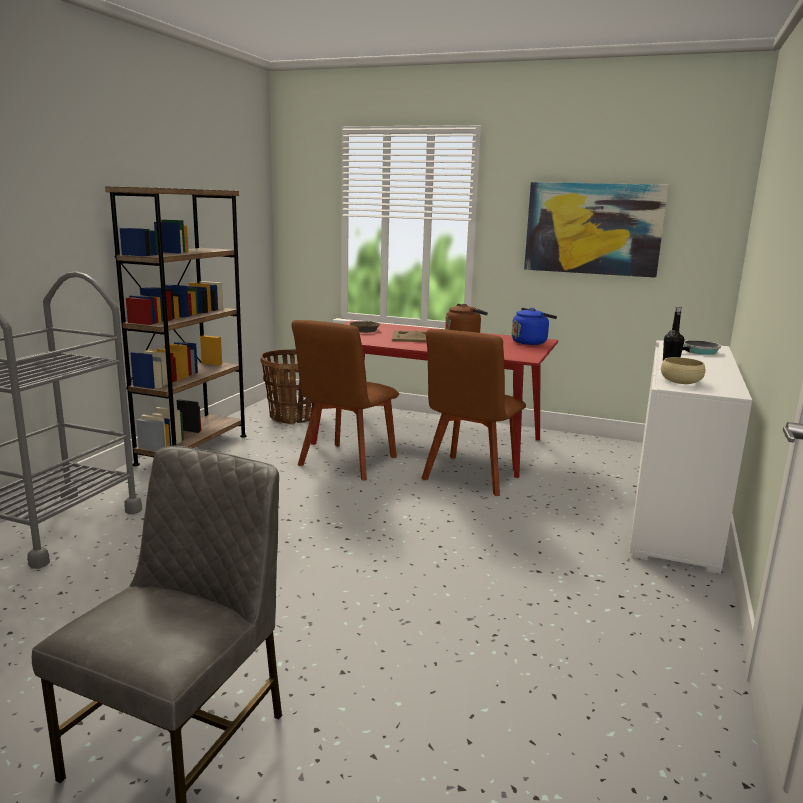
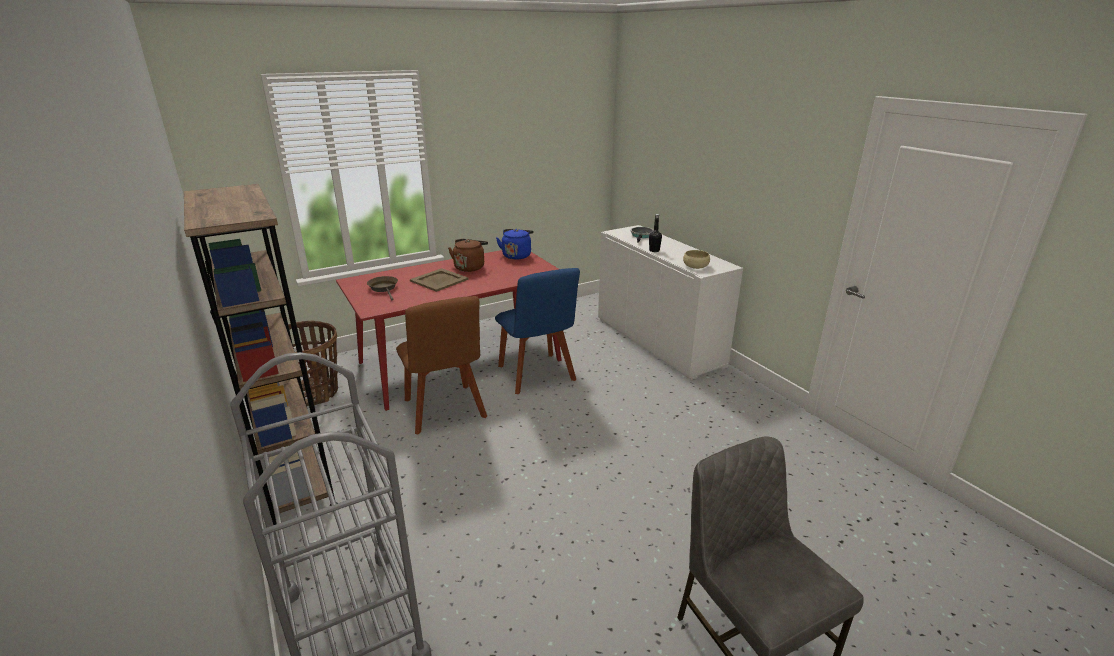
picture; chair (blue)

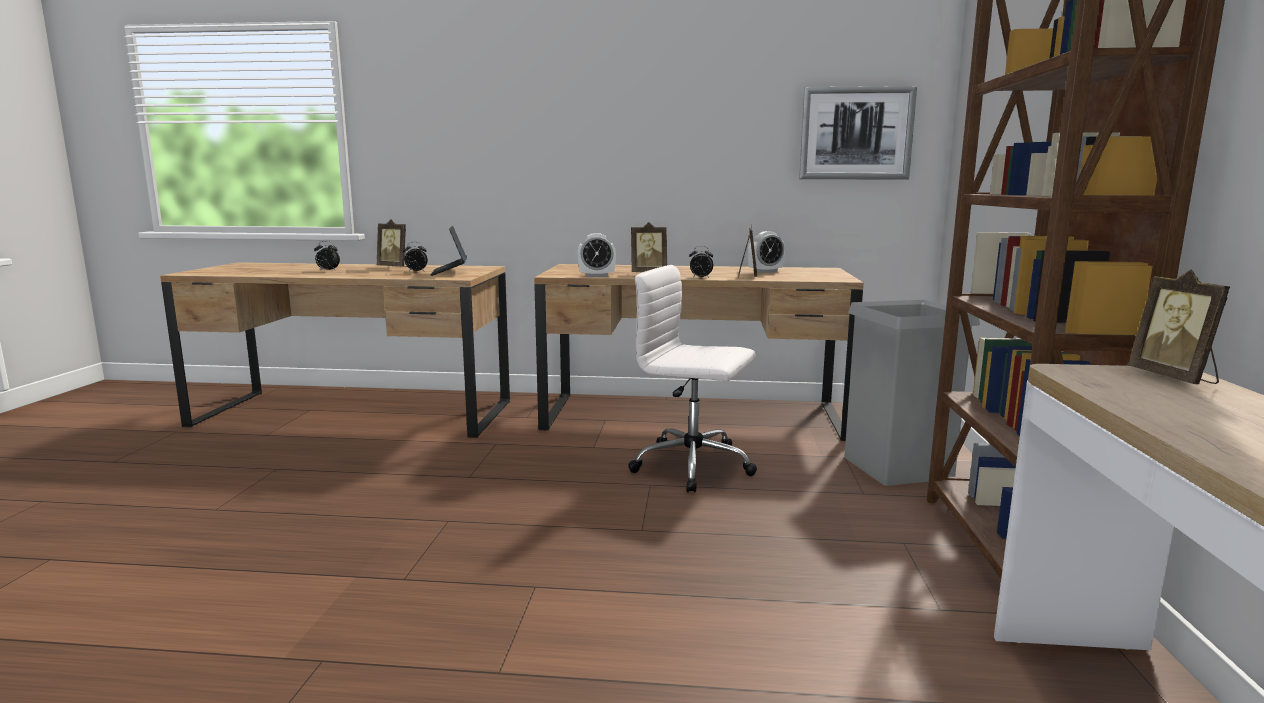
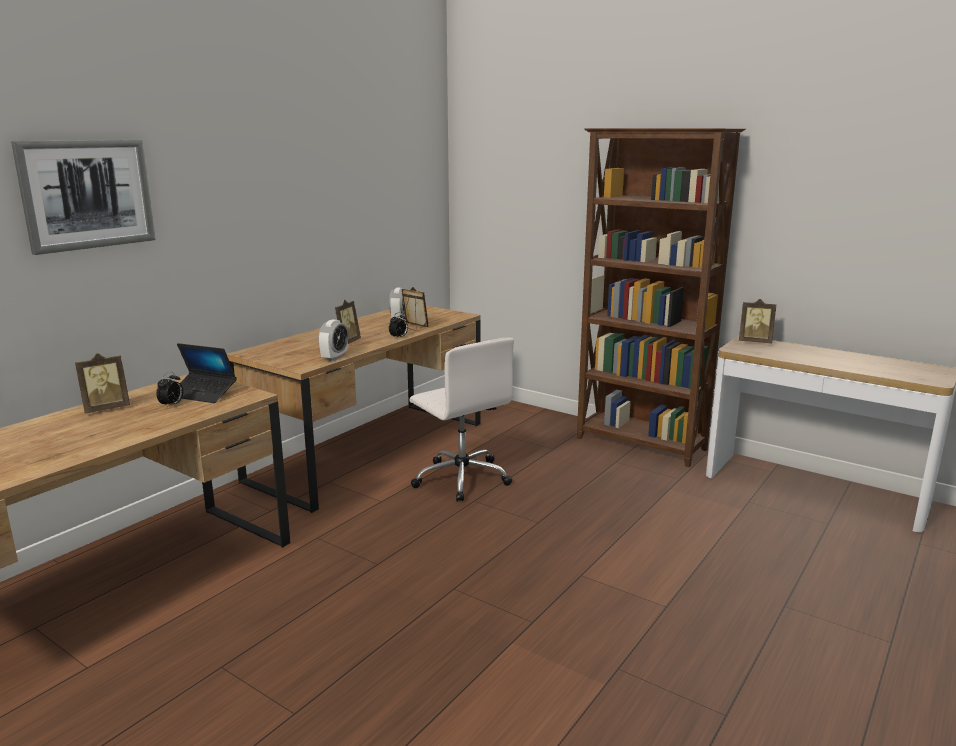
picture; alarm clock (1st from left in the first image); office chair (white); trash can (grey)

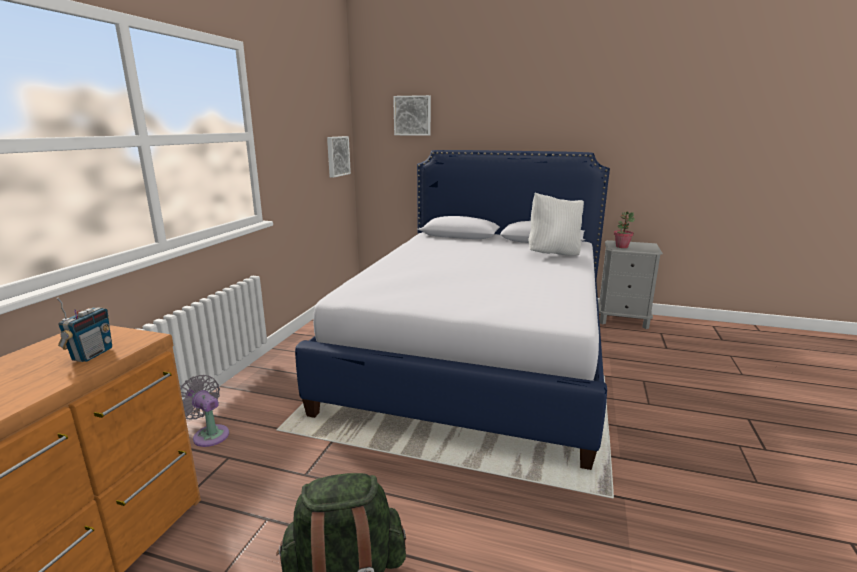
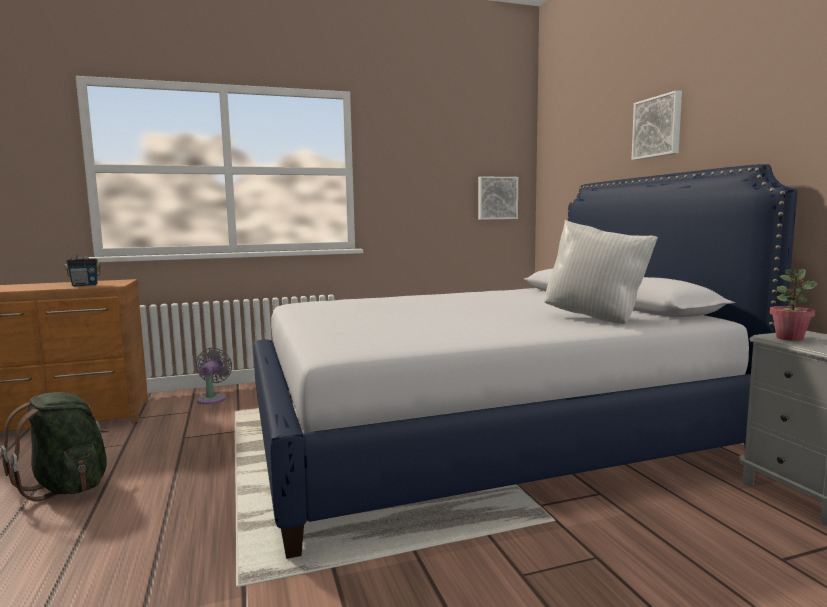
picture (2nd from left)

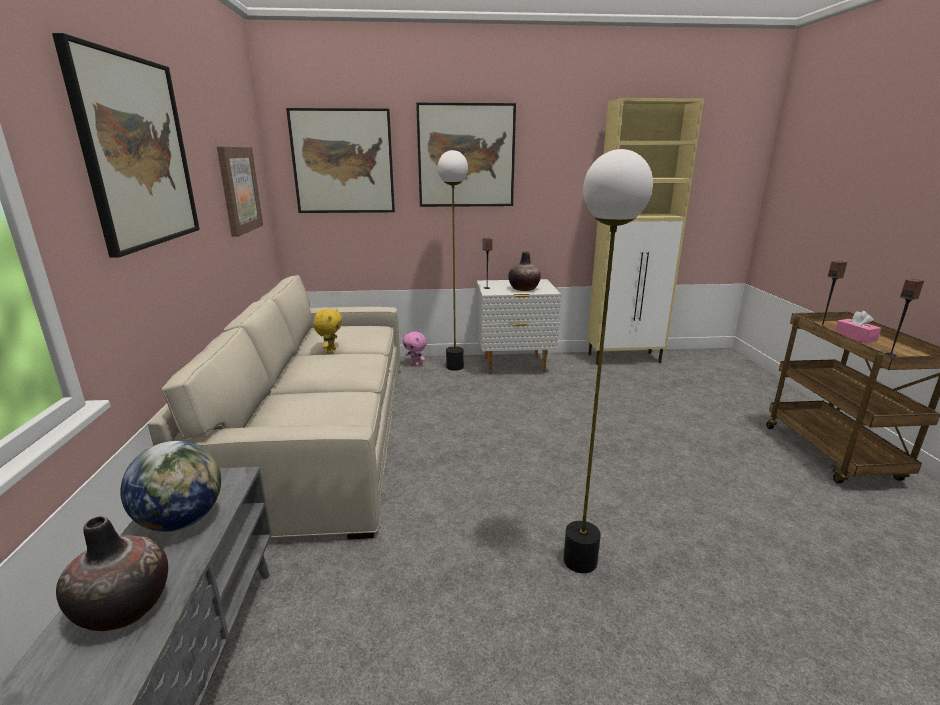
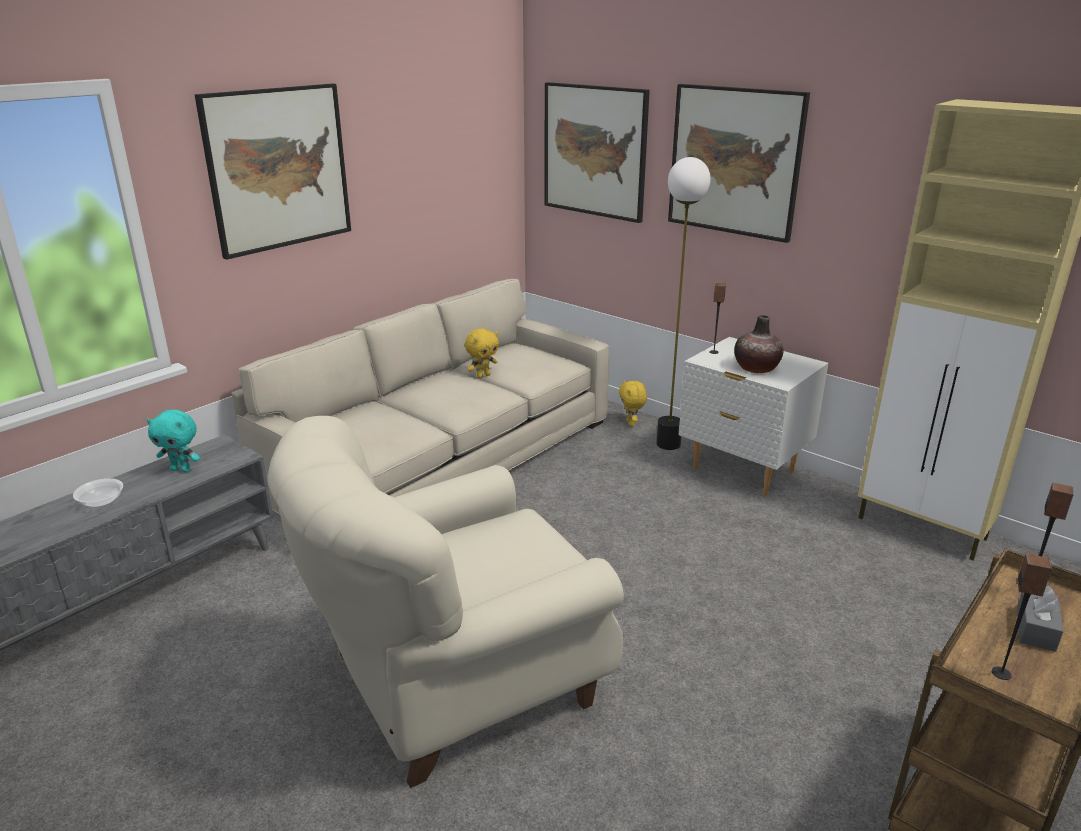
picture (2nd from left in the first image); armchair (beige); tissue box (grey); plush toy (yellow) (2nd from left); plush toy (turquoise); bowl

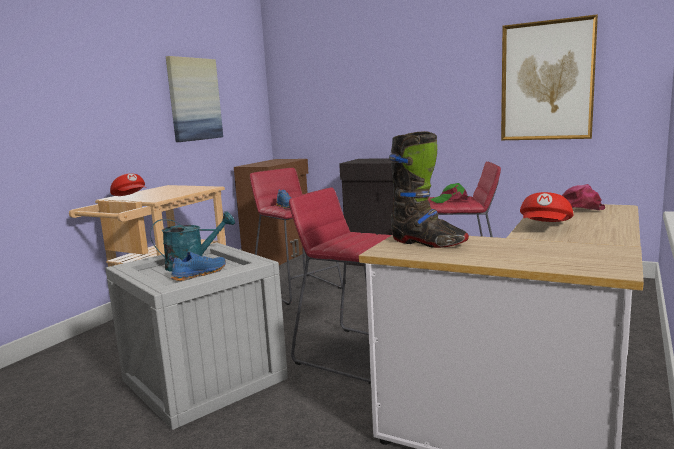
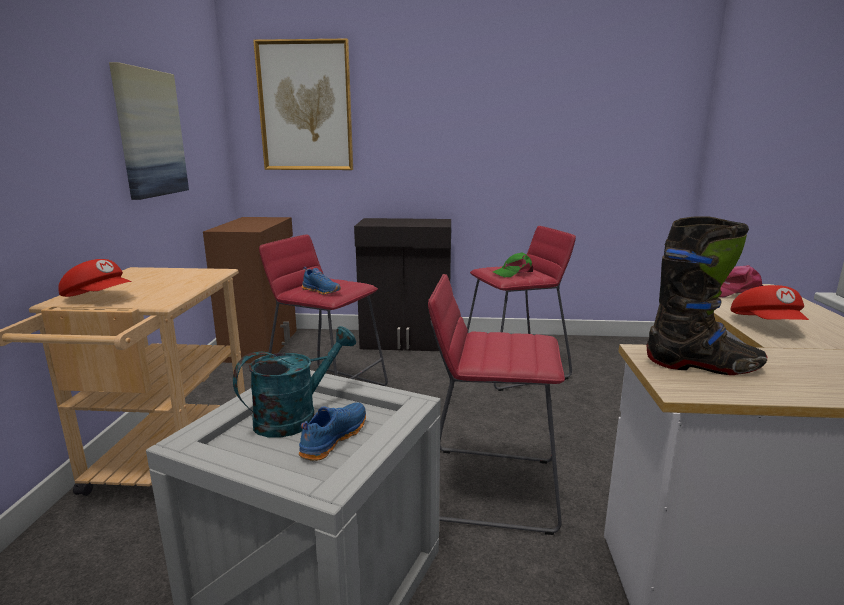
picture (2nd from left)

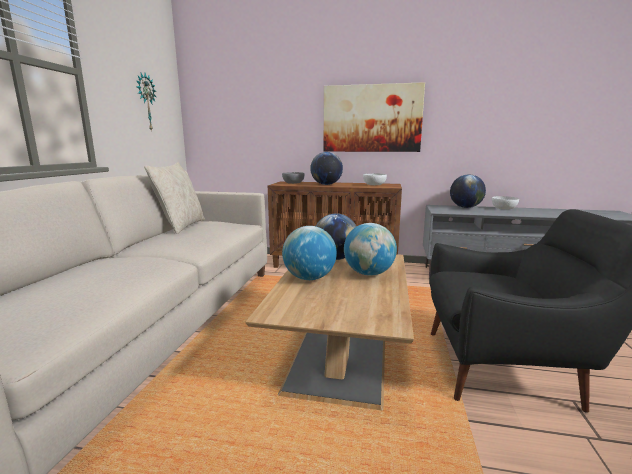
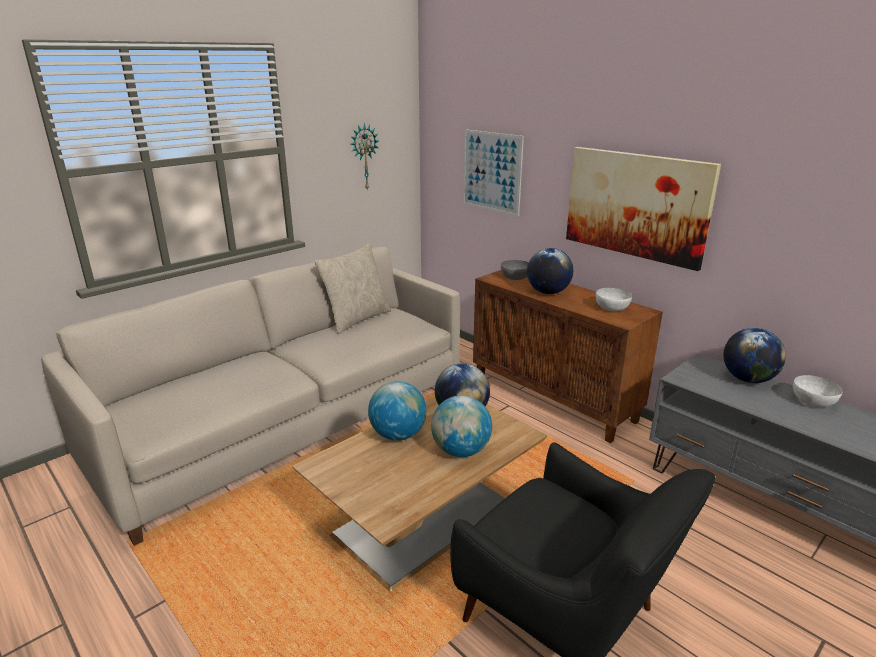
picture (1st from left)

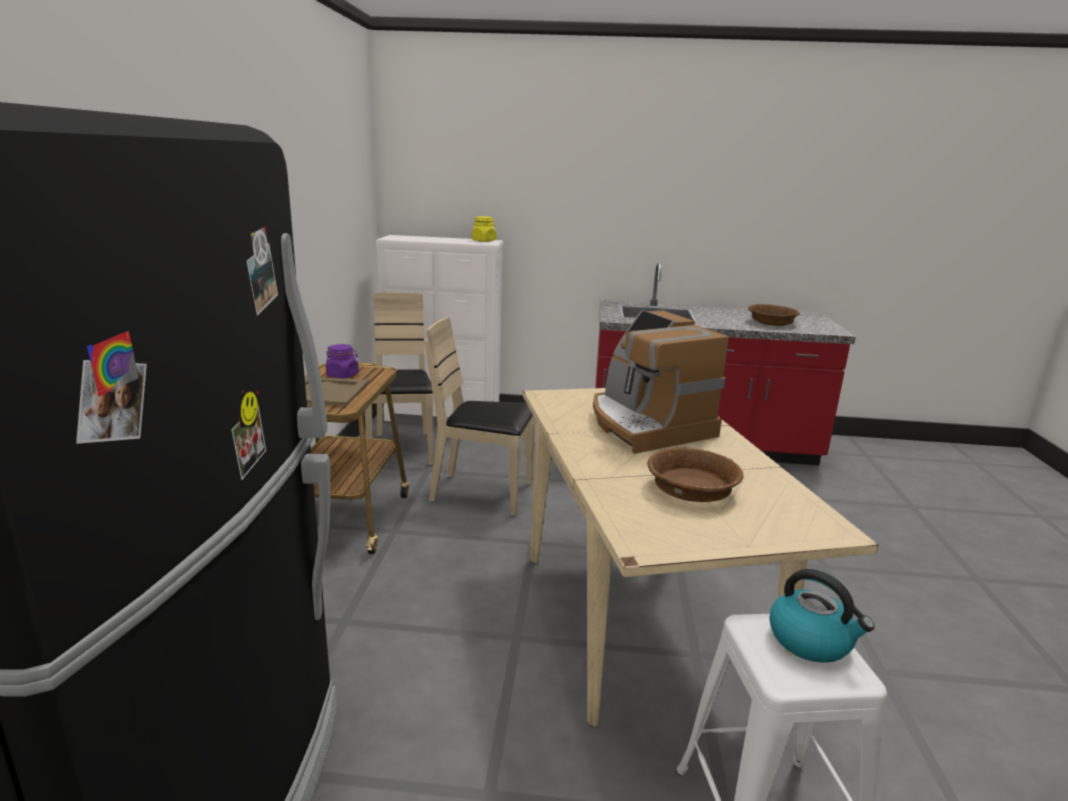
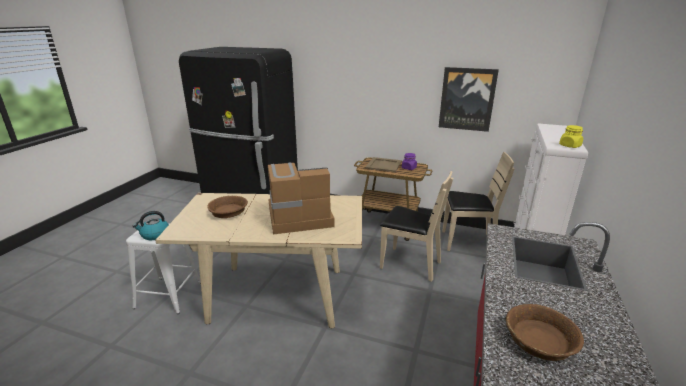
chair (beige) (1st from left); picture

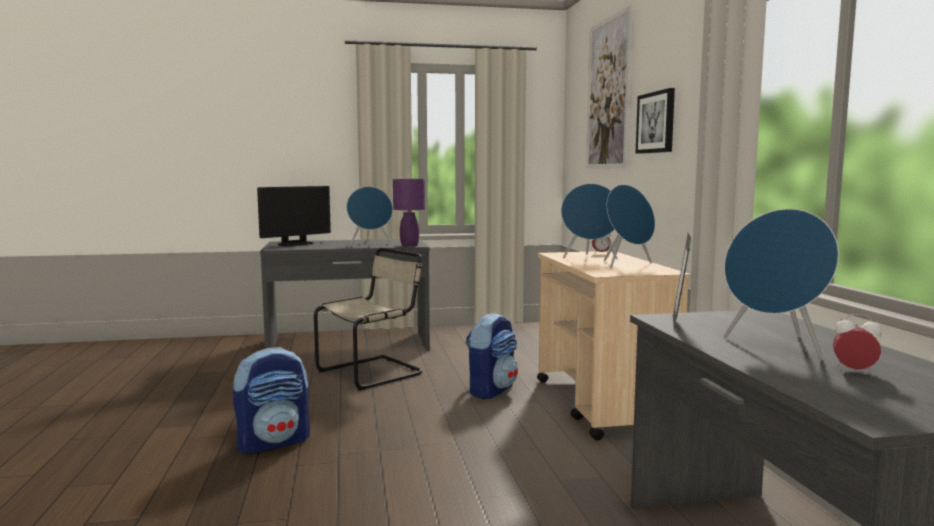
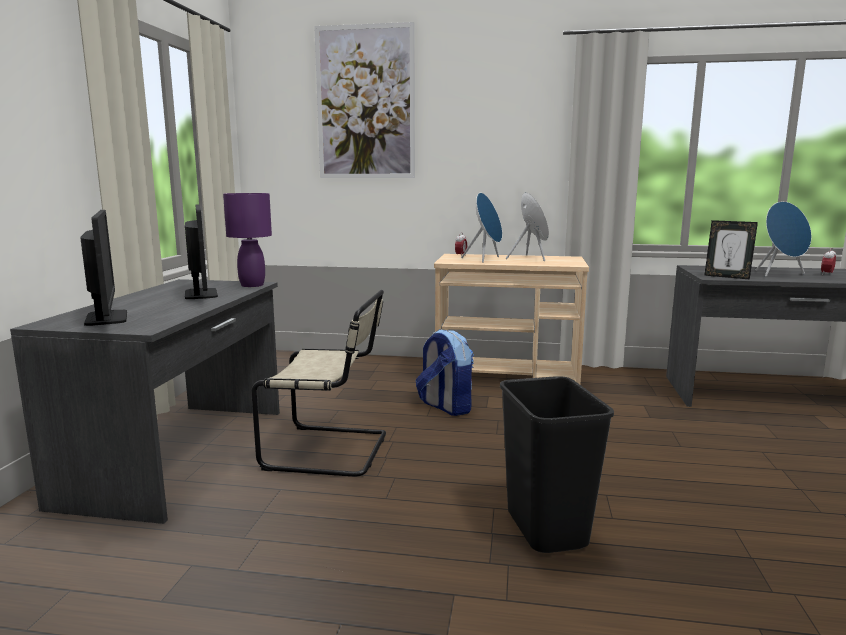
picture (2nd from left in the first image); monitor (2nd from left); chair (beige); trash can (black)

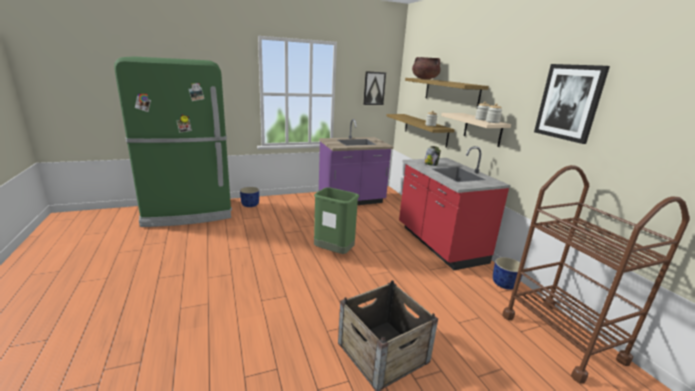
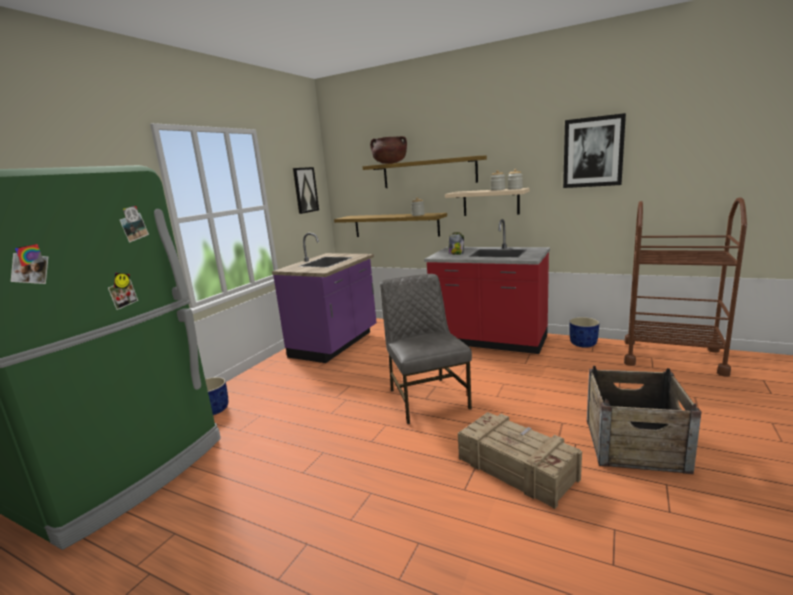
chair (grey); crate (1st from left)

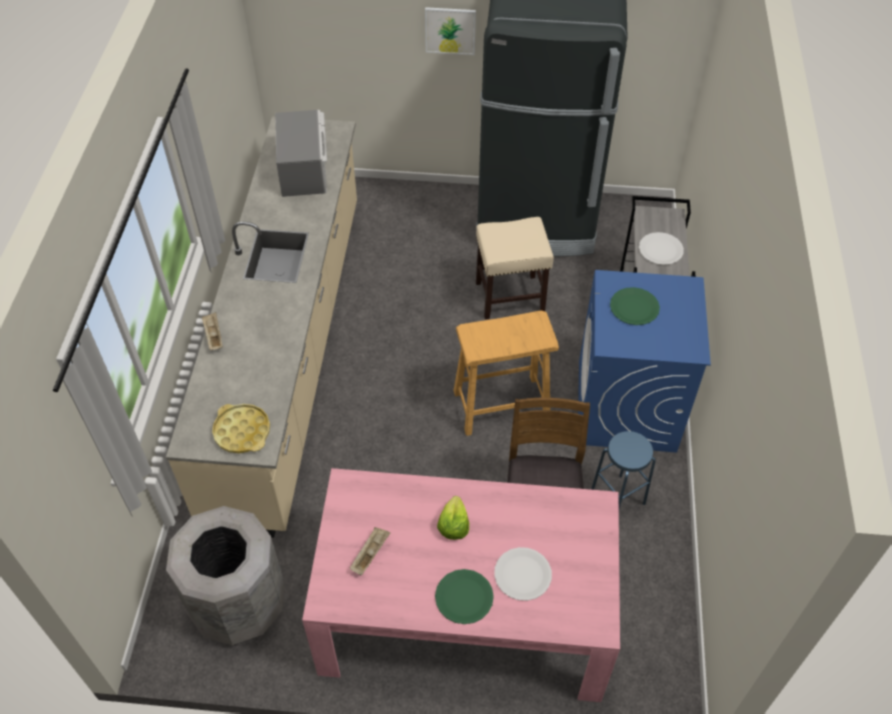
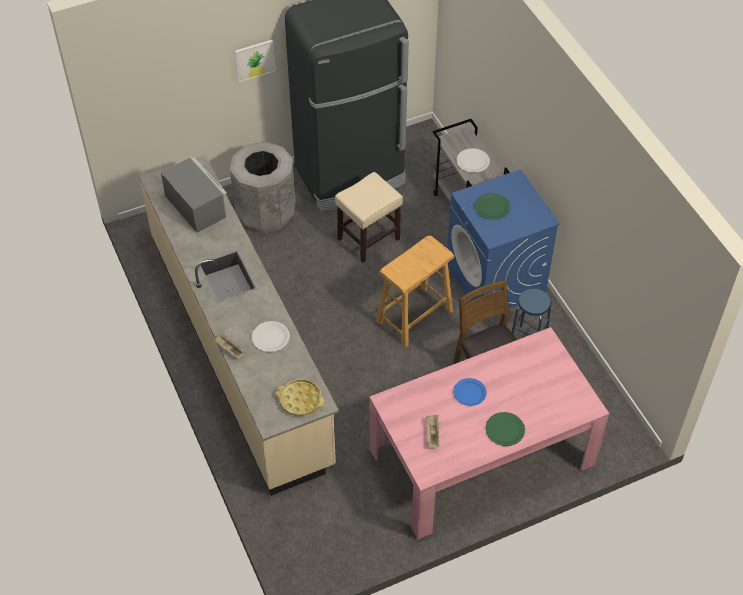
plate (blue); trash can (grey); plate (white) (1st from left)

